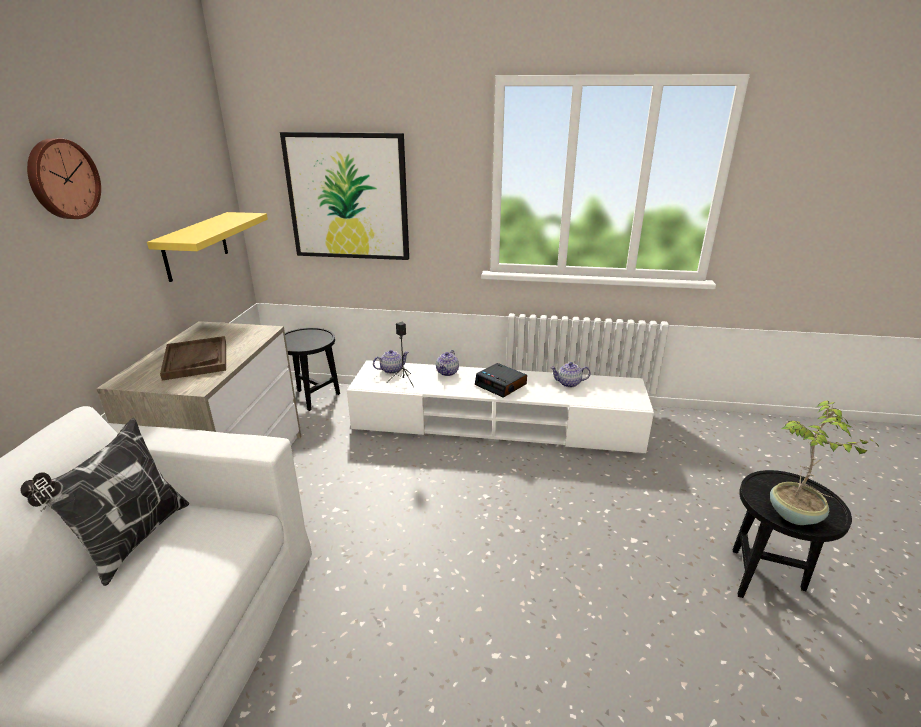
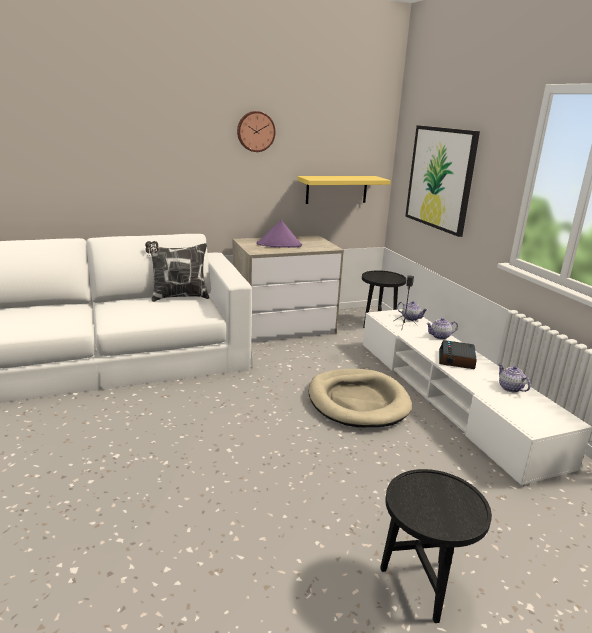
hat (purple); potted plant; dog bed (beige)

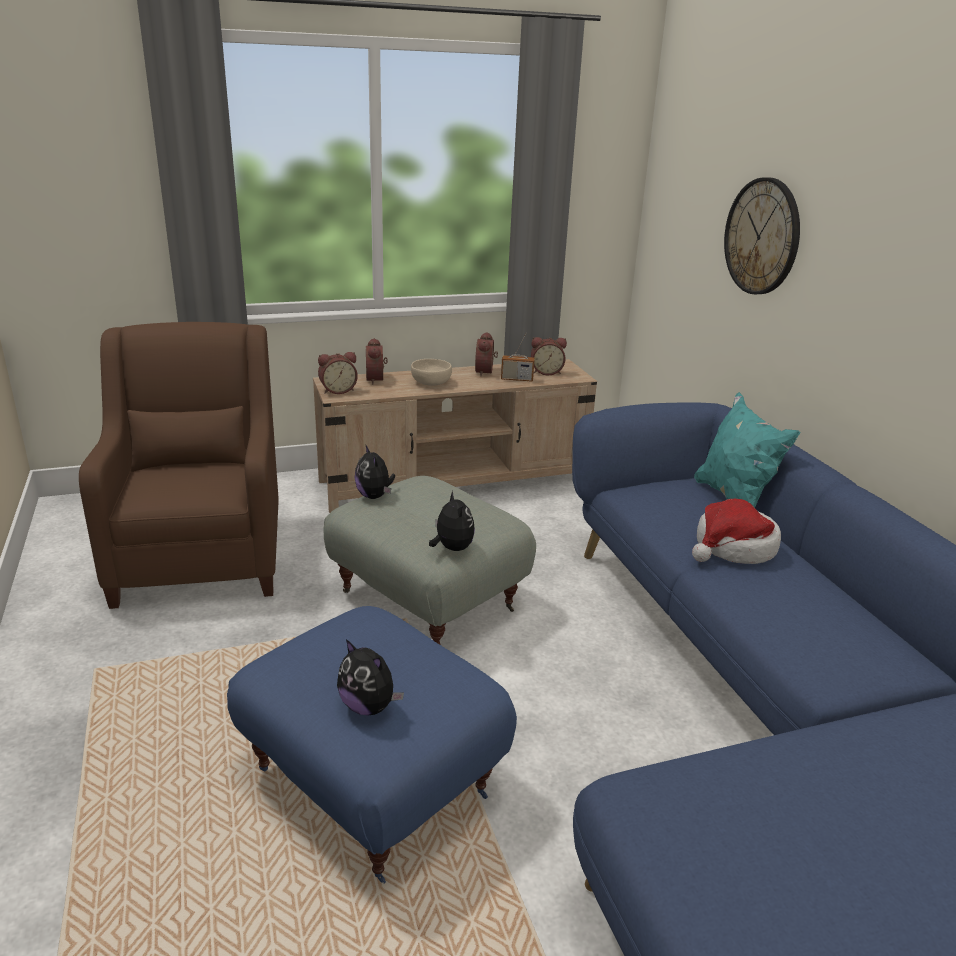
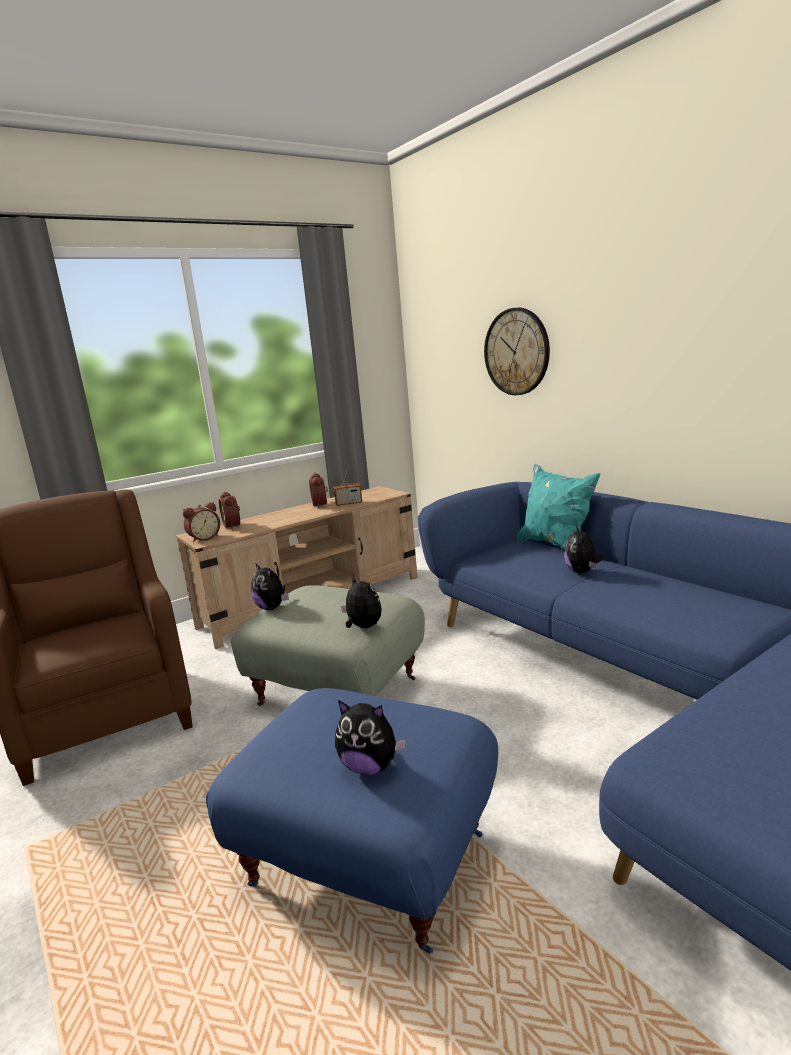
alarm clock (4th from left in the first image); bowl (beige); plush toy (4th from left)

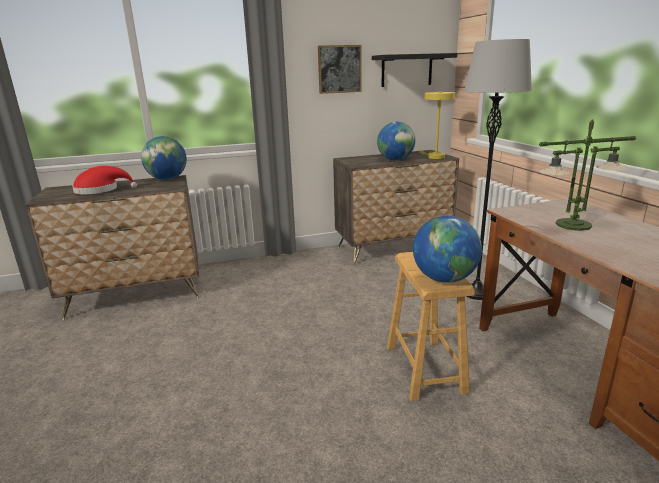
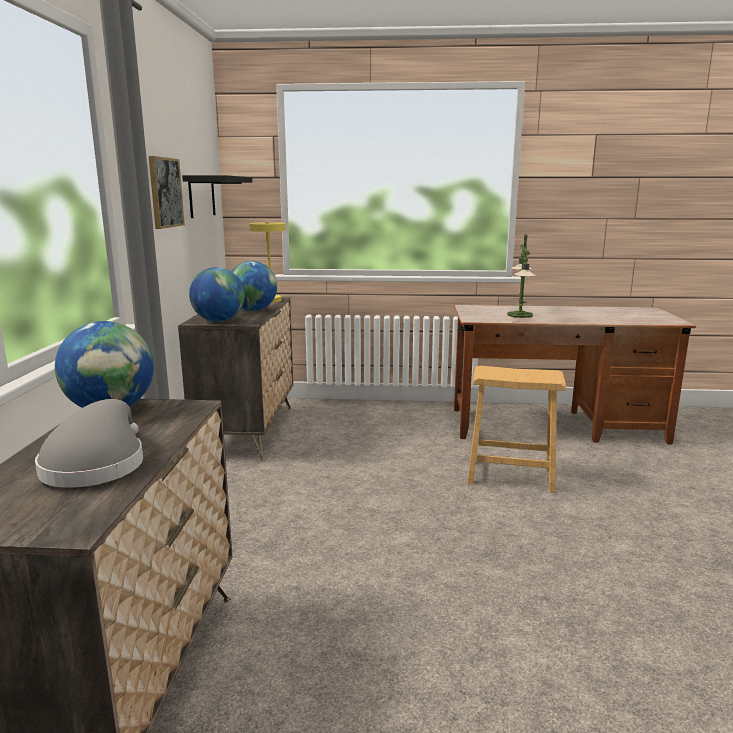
floor lamp (grey); hat (grey); globe (2nd from left)

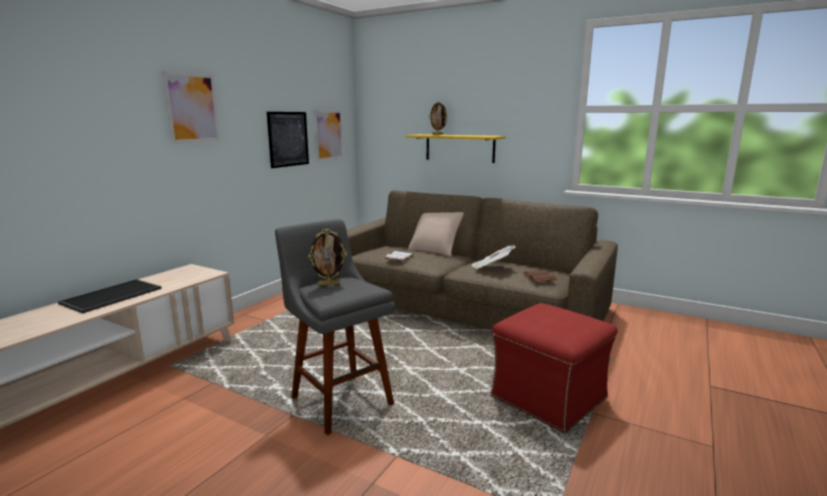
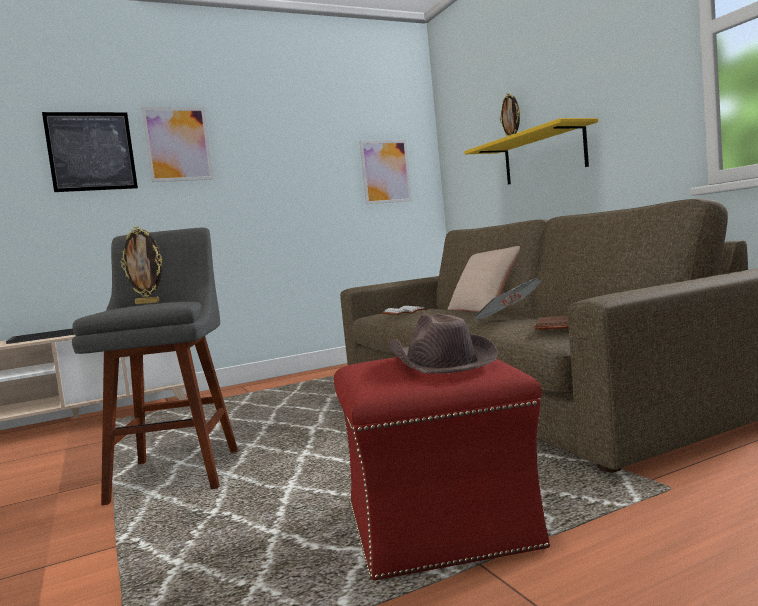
picture (1st from left); hat (brown)

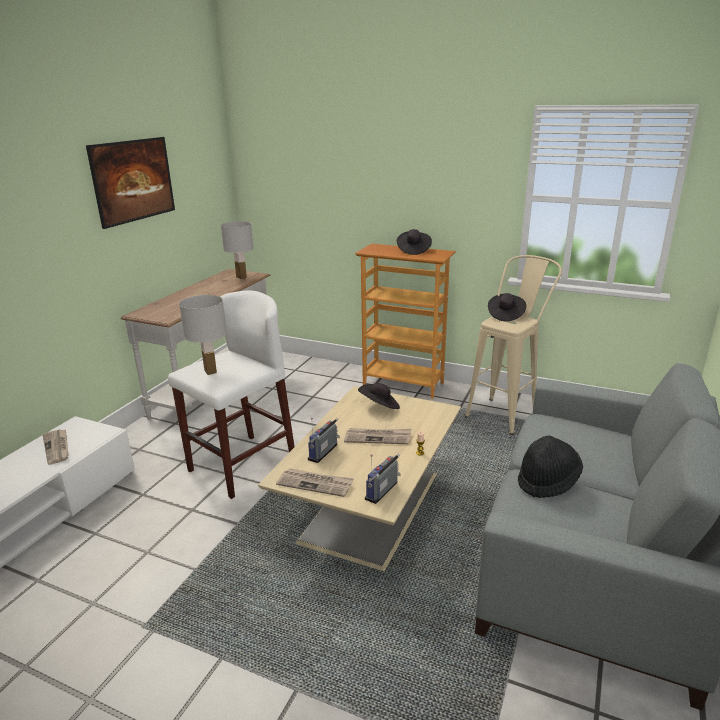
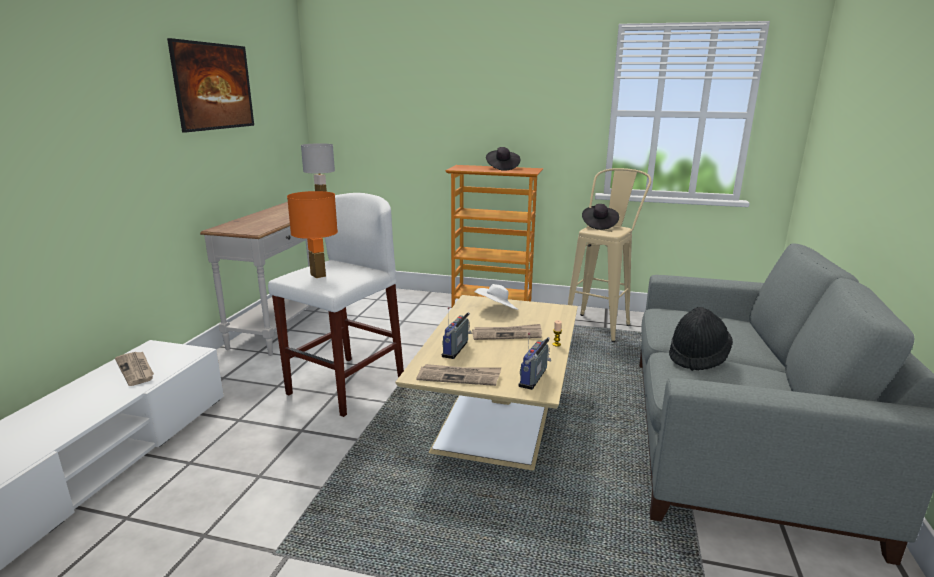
table lamp (orange); hat (white)

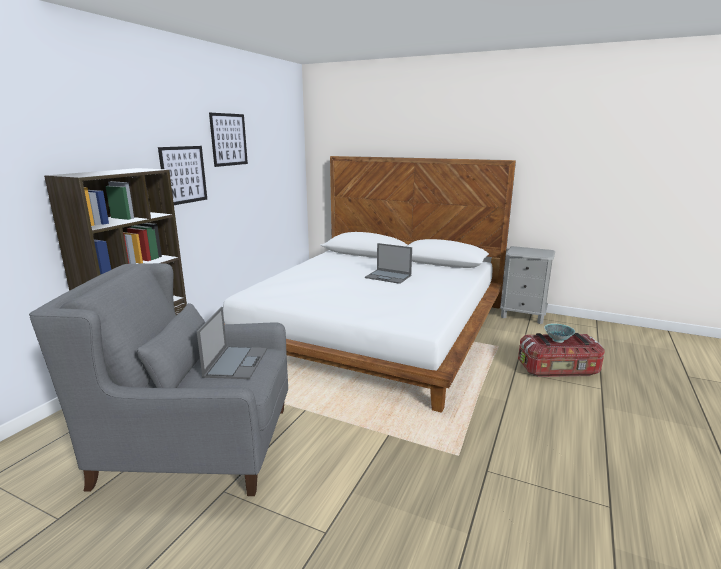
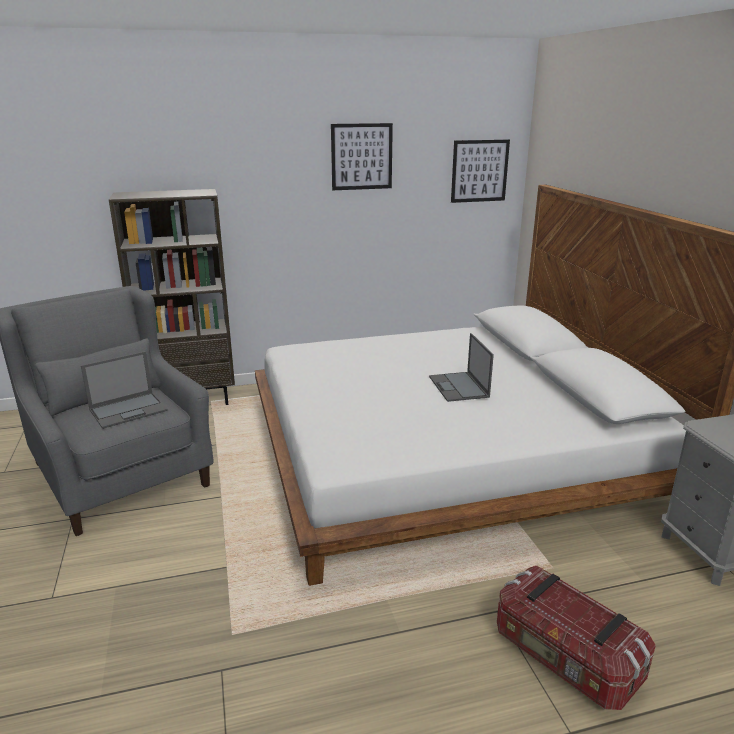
picture (2nd from left); bowl

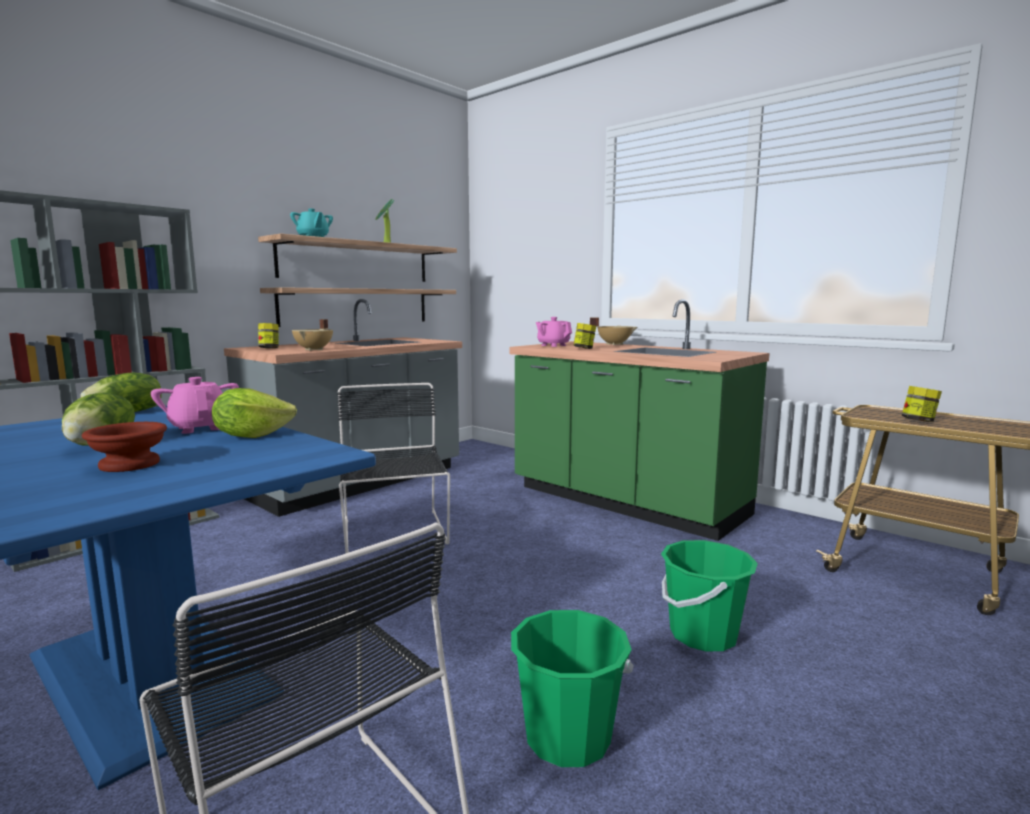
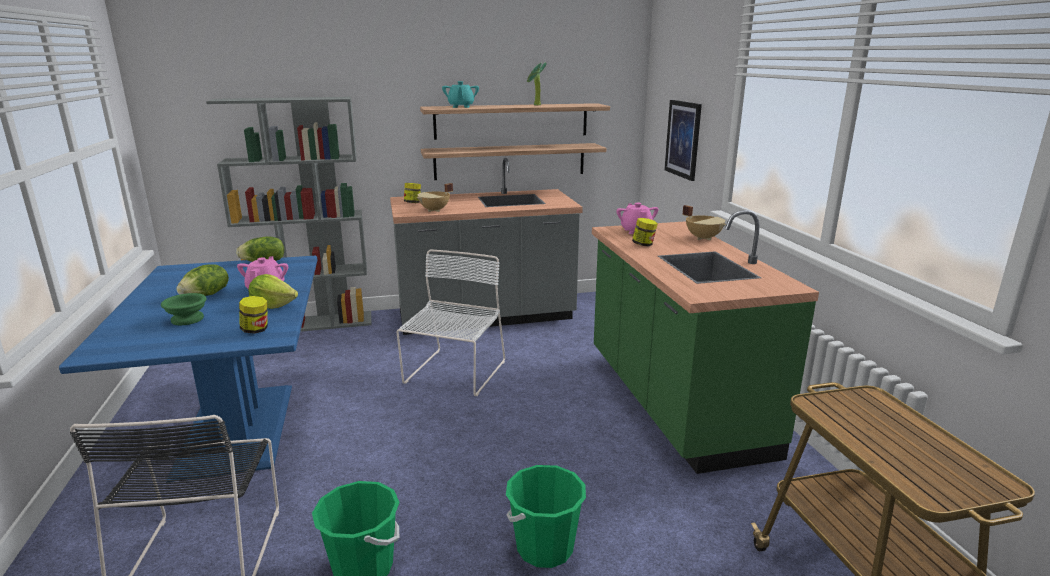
chair (white); jar (1st from left); bowl (green); picture

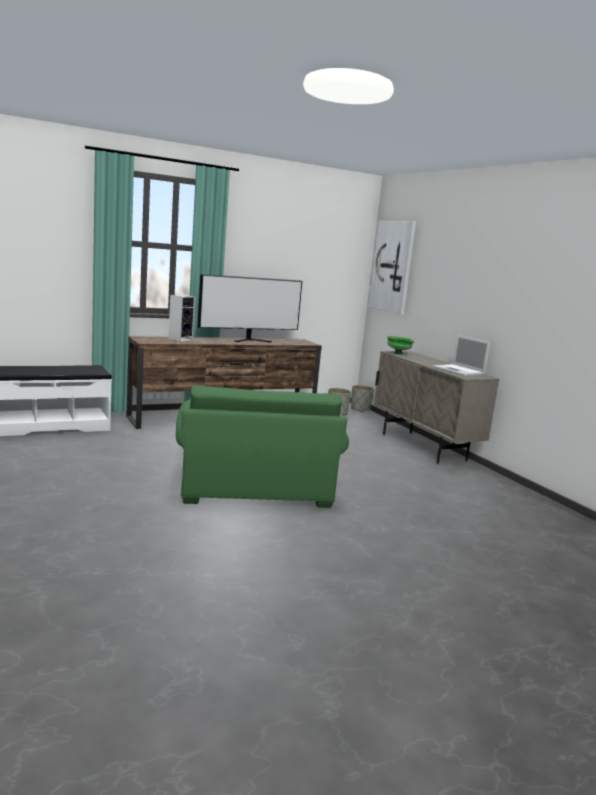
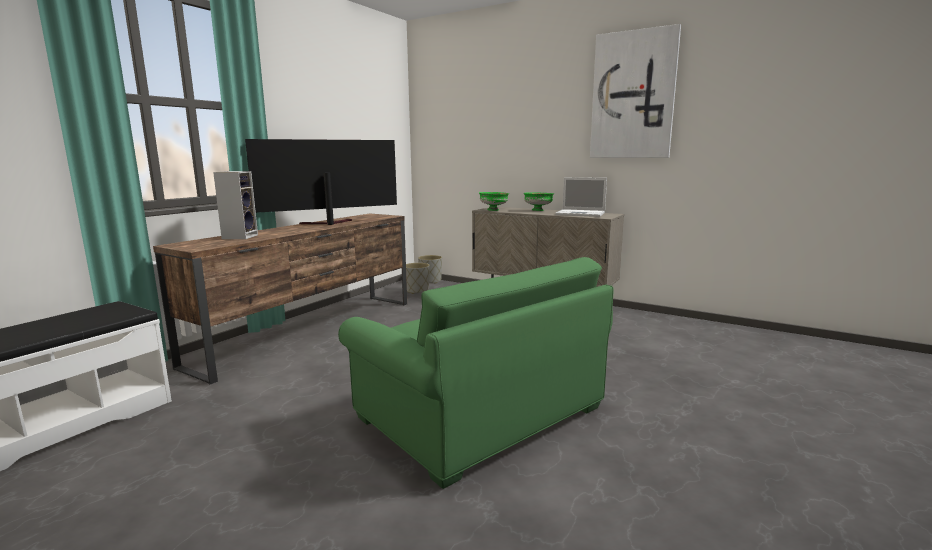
picture; television; bowl (green) (2nd from left)

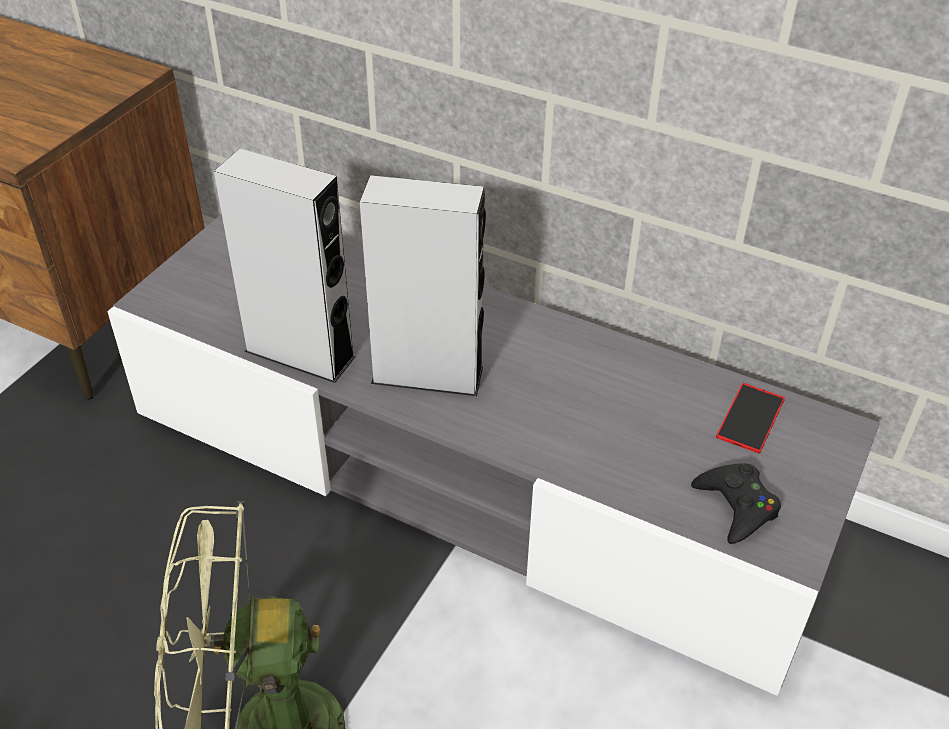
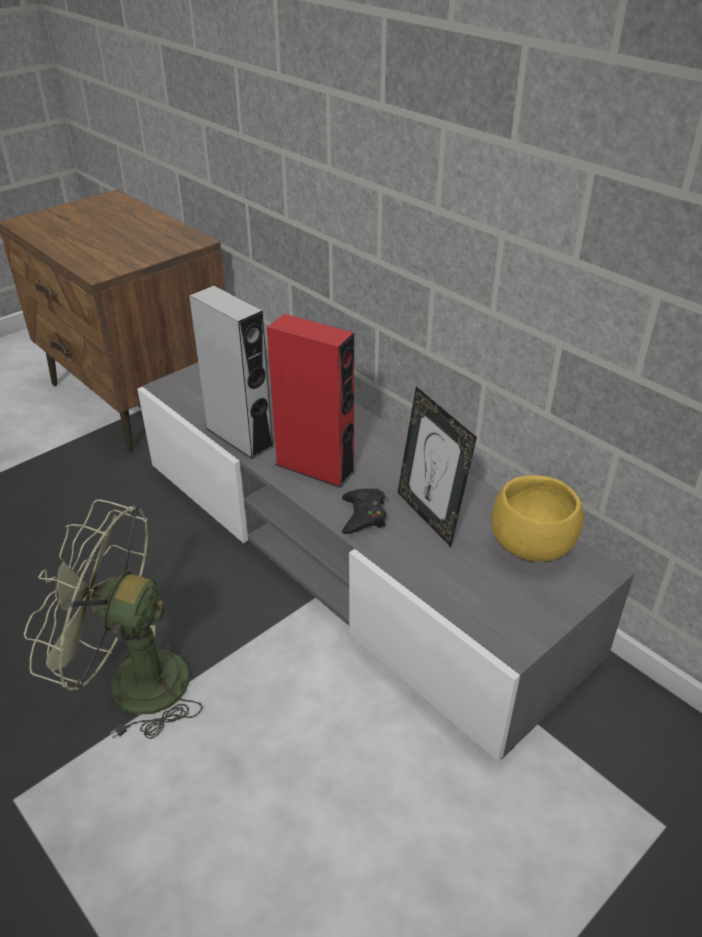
speaker (red); bowl (yellow); game controller (black); picture frame

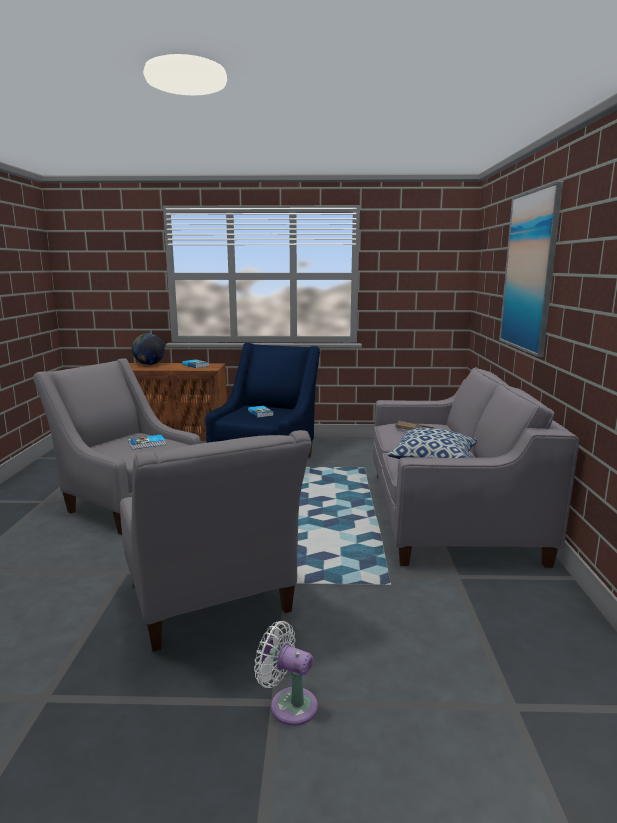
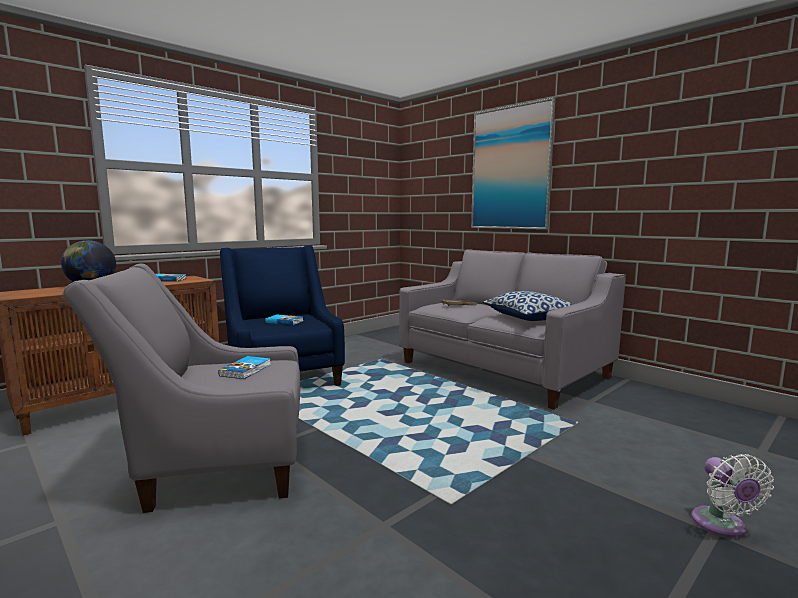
armchair (grey) (2nd from left in the first image); fan (white)

